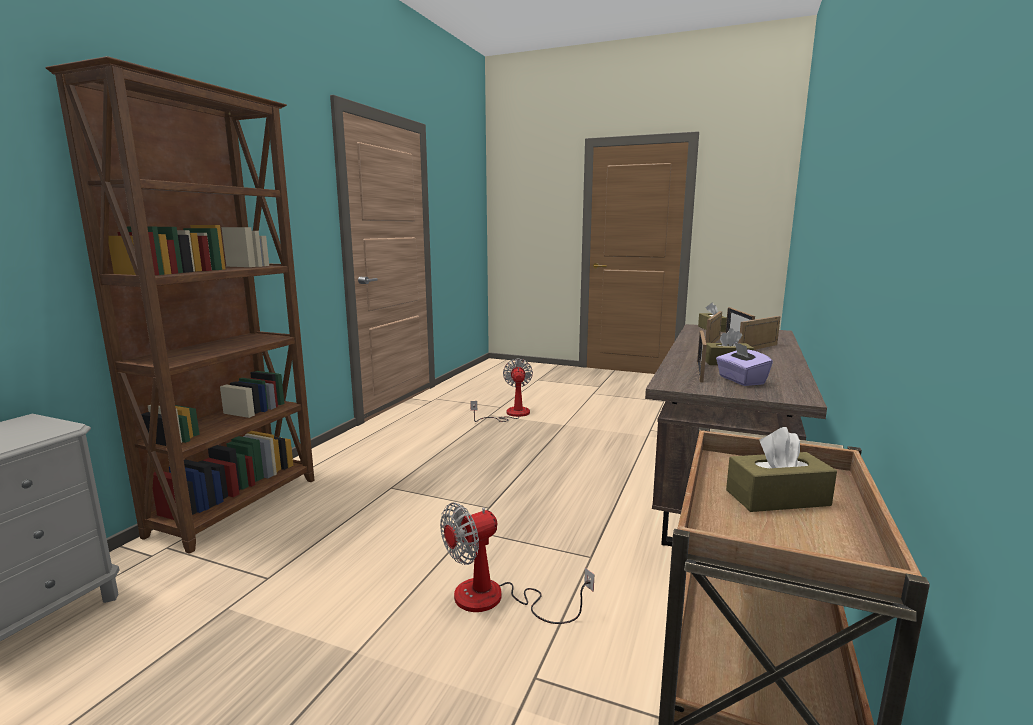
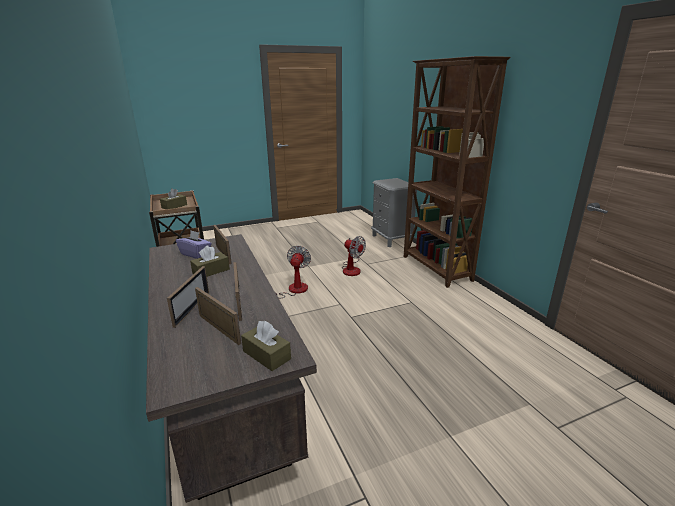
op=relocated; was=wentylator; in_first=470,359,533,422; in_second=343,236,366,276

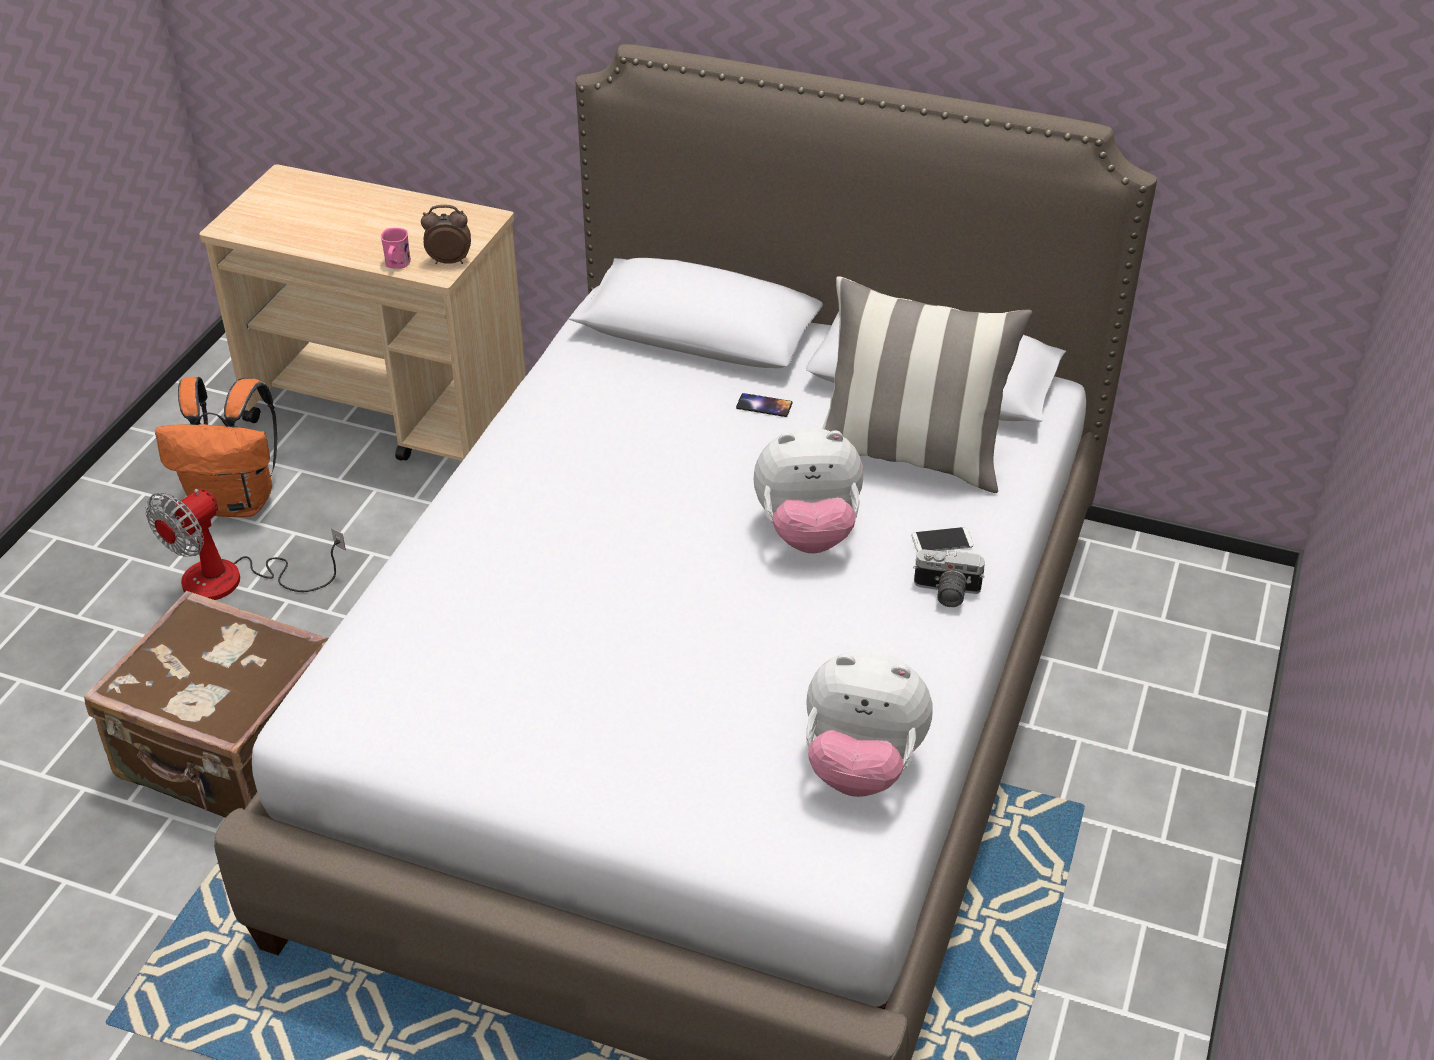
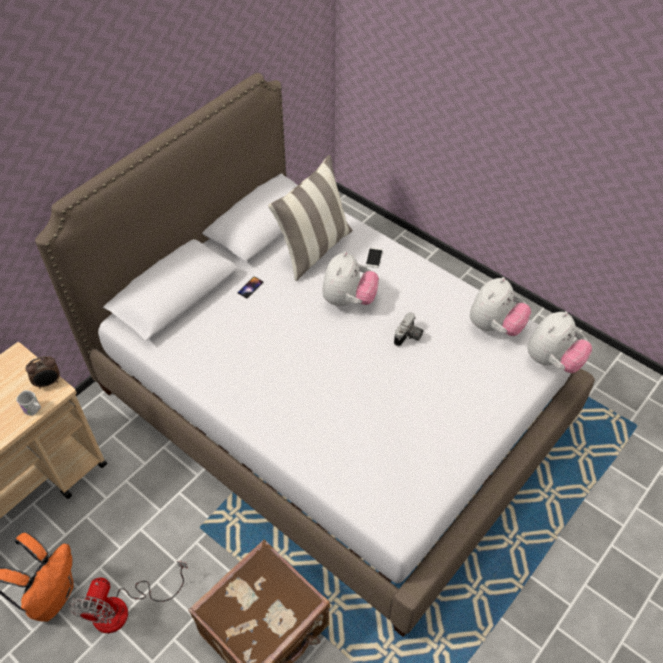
op=spun; was=budzik; in_first=421,205,471,264; in_second=26,356,60,389; clockwise=-135
op=colour; was=kubek [różowy]; now=kubek [biały]; in_first=381,228,411,269; in_second=16,390,41,416
op=spun; was=wentylator; in_first=145,489,346,600; in_second=69,561,188,633; clockwise=45
op=relocated; was=aparat fotograficzny; in_first=913,549,985,607; in_second=394,313,423,346
op=appeared; now=pluszak; in_second=527,311,592,373

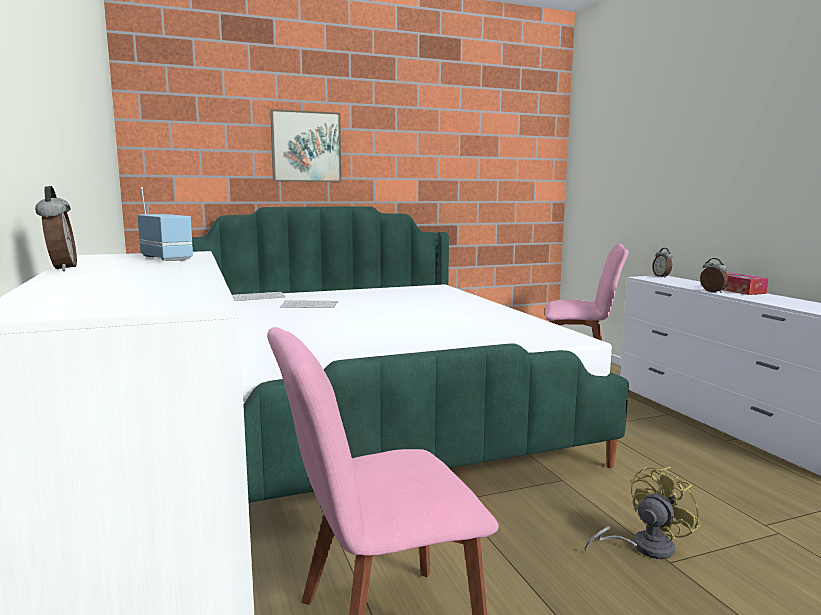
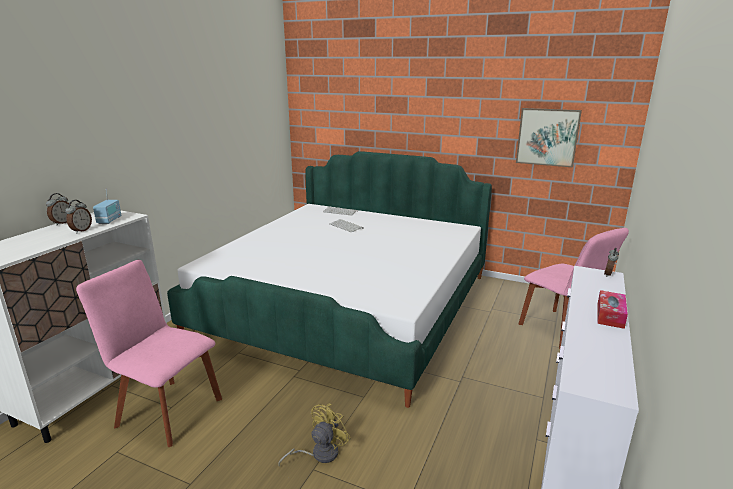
op=relocated; was=obraz; in_first=270,109,341,182; in_second=516,108,582,167
op=relocated; was=budzik; in_first=700,258,728,293; in_second=65,200,92,233
op=spun; was=wentylator [żółty]; in_first=585,467,700,559; in_second=278,404,351,466; clockwise=-60

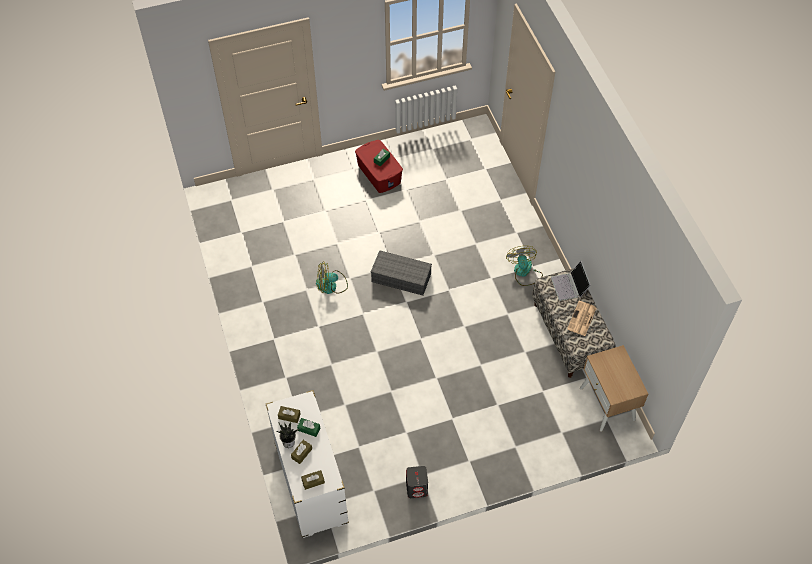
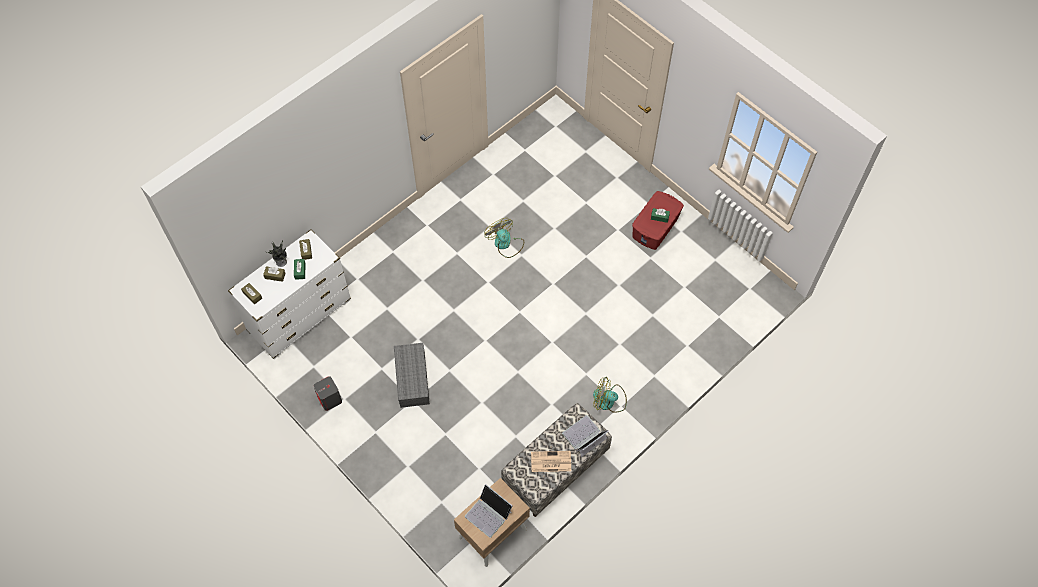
op=spun; was=wentylator; in_first=506,246,543,286; in_second=593,377,627,413; clockwise=-135
op=relocated; was=pojemnik do przechowywania [szary]; in_first=371,250,432,296; in_second=394,343,430,408
op=appeared; now=laptop; in_second=465,484,513,538

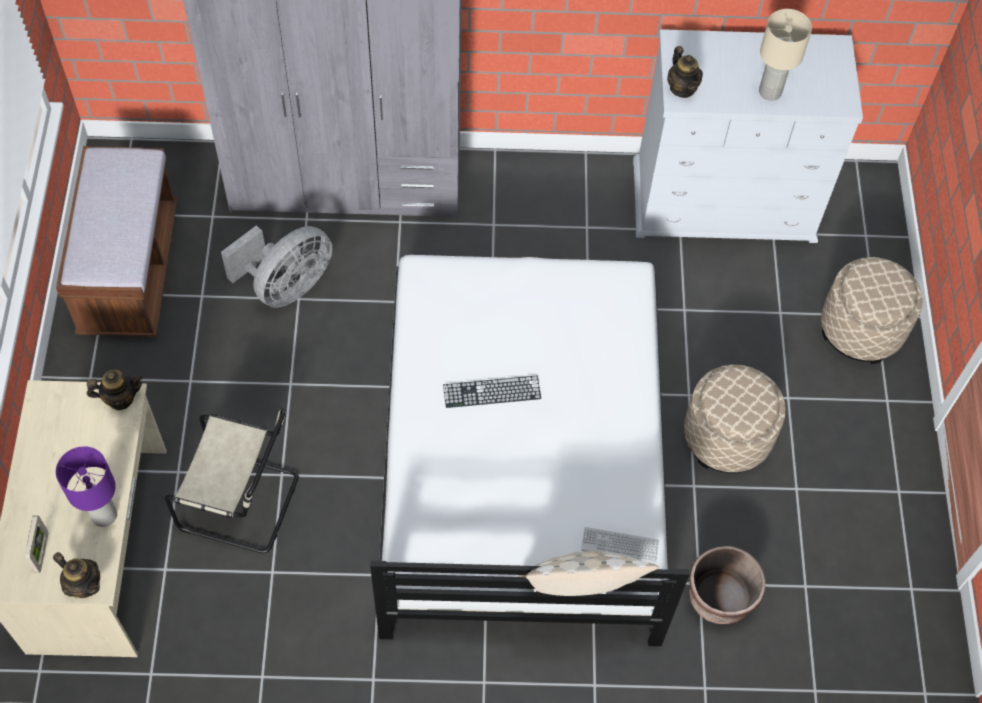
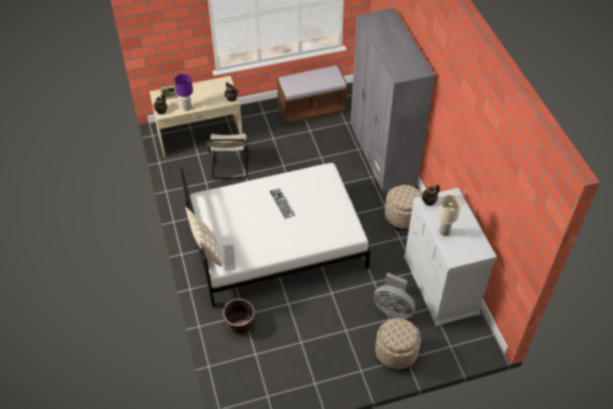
op=relocated; was=wentylator [szary]; in_first=221,225,332,308; in_second=373,273,415,319
op=relocated; was=pufa [beżowy]; in_first=684,365,786,473; in_second=385,185,422,231

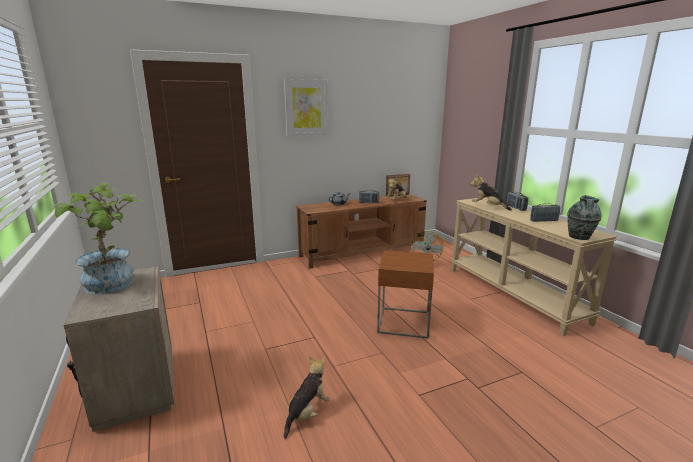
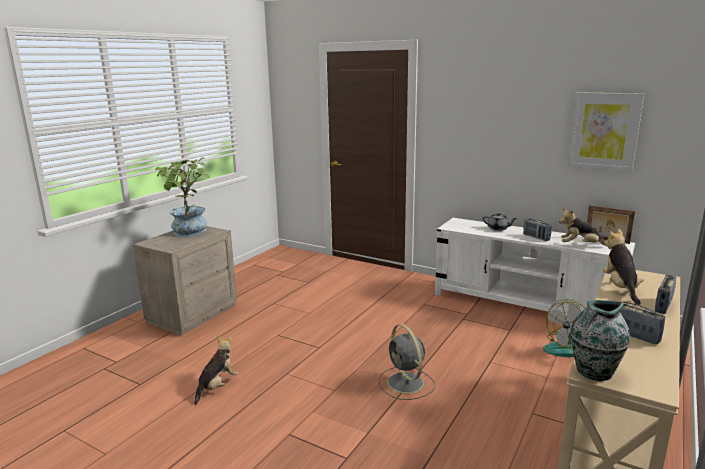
op=relocated; was=obraz; in_first=284,79,328,136; in_second=567,92,644,171
op=colour; was=szafka pod telewizor [brązowy]; now=szafka pod telewizor [biały]; in_first=297,194,427,269; in_second=435,218,635,315
op=exchanged; was=stolik [brązowy]; now=wentylator [szary]; in_first=377,250,434,339; in_second=379,324,435,400
op=spun; was=pluszak; in_first=284,357,330,439; in_second=194,336,238,405; clockwise=-60

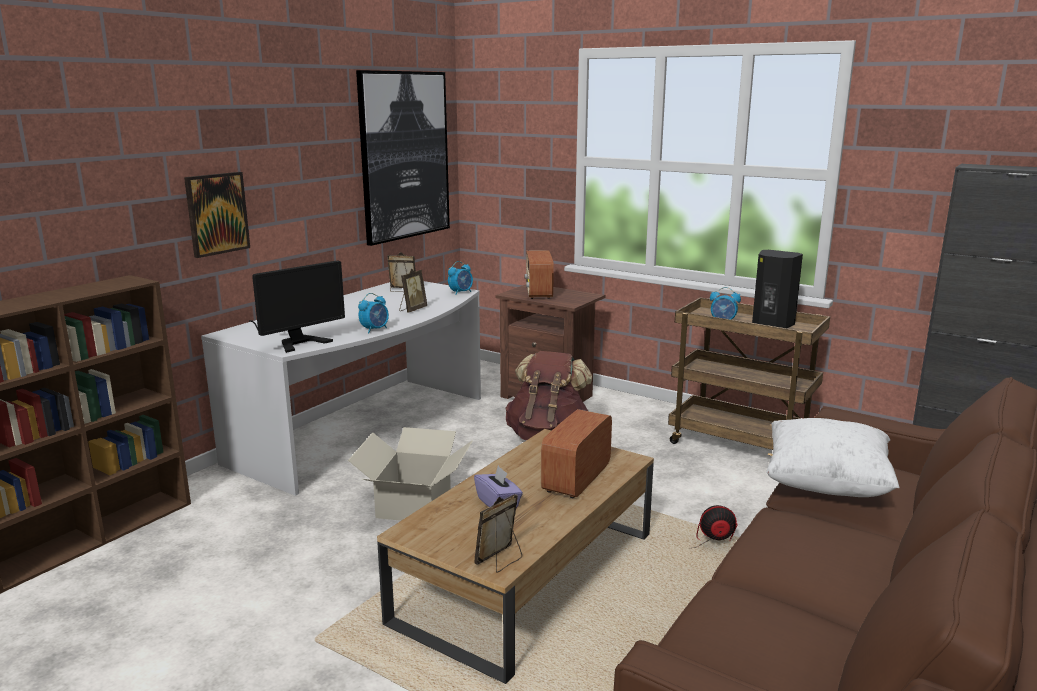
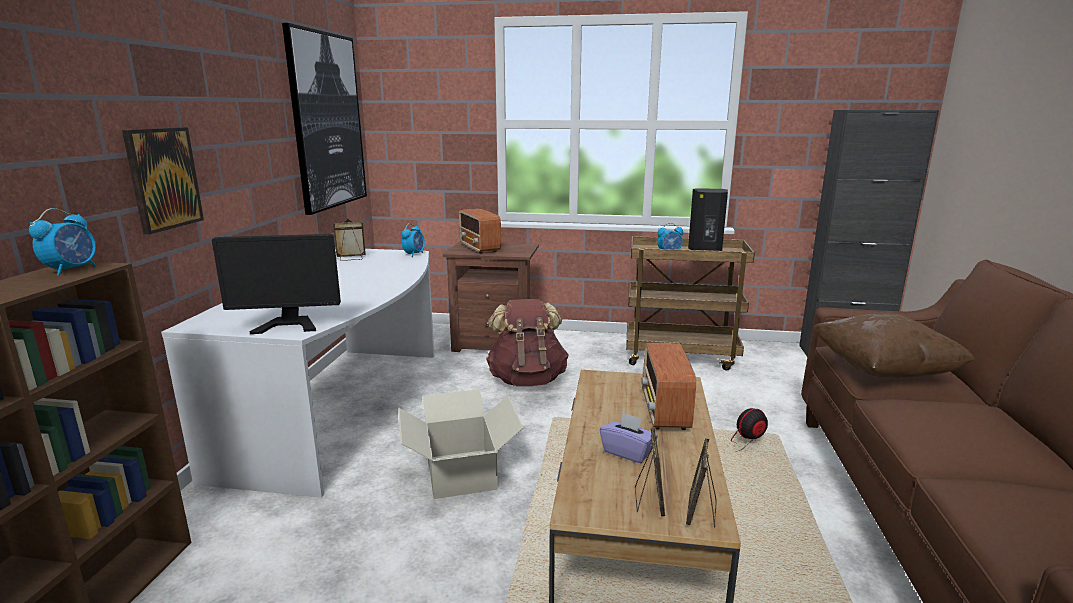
op=spun; was=monitor; in_first=249,261,345,353; in_second=212,234,341,334; clockwise=60
op=relocated; was=ramka na zdjęcie; in_first=399,268,427,313; in_second=635,429,665,516
op=relocated; was=budzik; in_first=358,293,389,333; in_second=29,208,96,276
op=colour; was=poduszka [biały]; now=poduszka [brązowy]; in_first=766,418,900,497; in_second=813,314,976,378

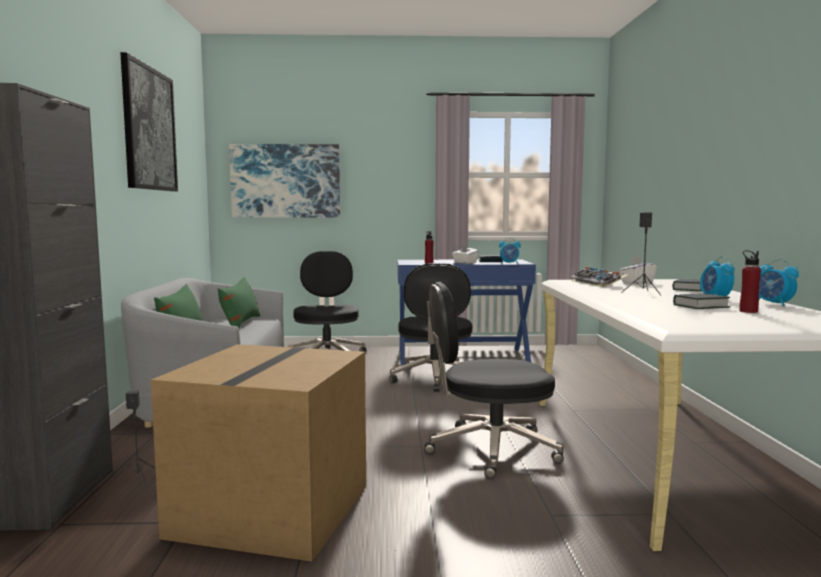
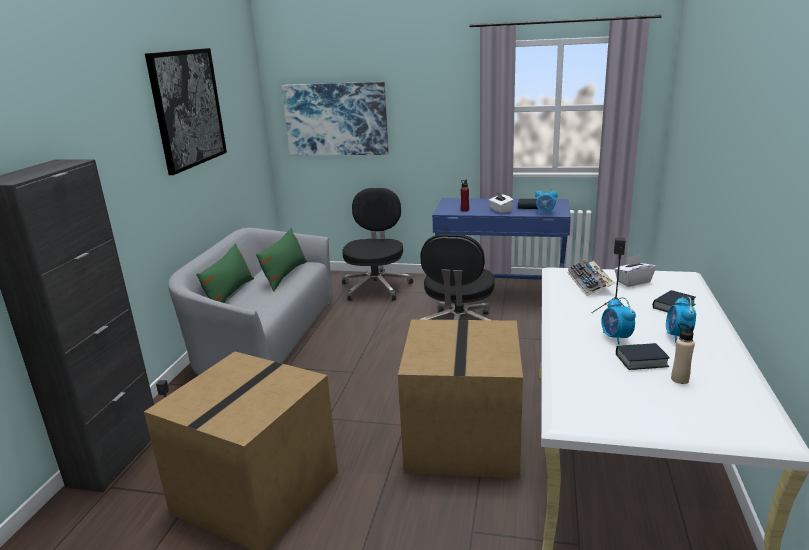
op=colour; was=butelka [czerwony]; now=butelka [beżowy]; in_first=739,250,761,313; in_second=671,323,695,384
op=relocated; was=budzik; in_first=759,259,799,307; in_second=601,297,636,345
op=exchanged; was=krzesło biurowe [czarny]; now=karton; in_first=424,282,564,479; in_second=398,319,523,478

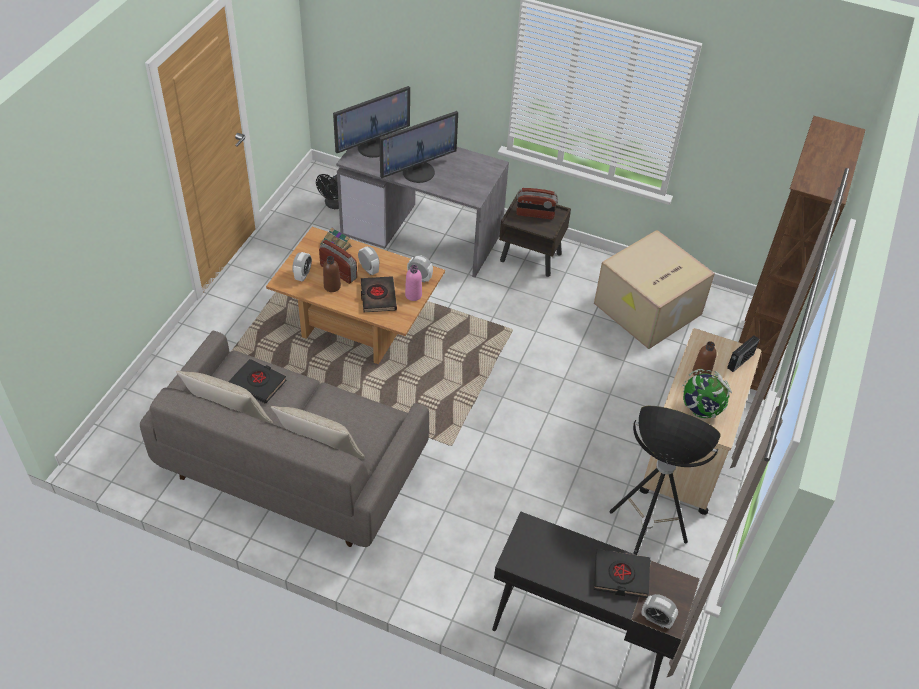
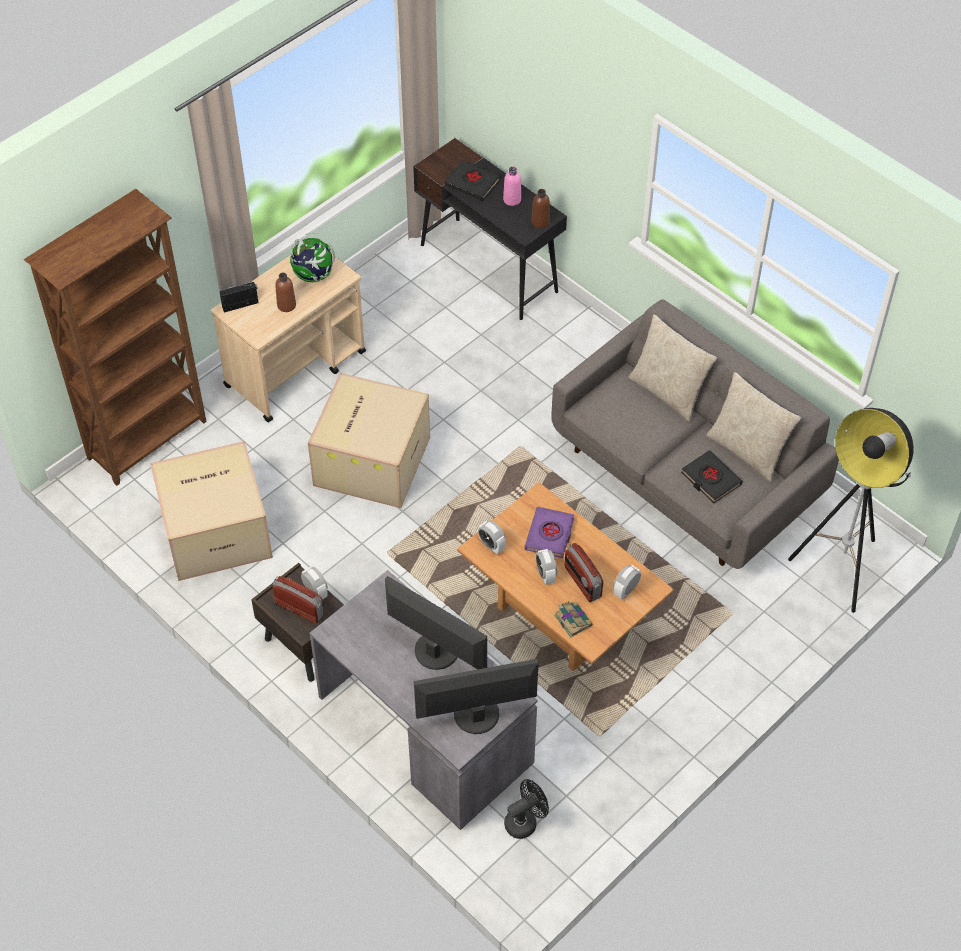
op=spun; was=monitor; in_first=379,111,458,183; in_second=385,576,487,670; clockwise=45
op=relocated; was=butelka [brązowy]; in_first=323,256,341,292; in_second=532,189,550,228
op=relocated; was=butelka [różowy]; in_first=405,265,422,301; in_second=503,167,521,206
op=colour; was=książka [czarny]; now=książka [fioletowy]; in_first=361,276,397,312; in_second=524,507,574,558
op=relocated; was=lampa stojąca; in_first=610,406,721,555; in_second=788,408,913,613
op=relocated; was=budzik; in_first=642,594,678,629; in_second=301,567,328,600
op=appeared; now=karton; in_second=308,373,430,508

